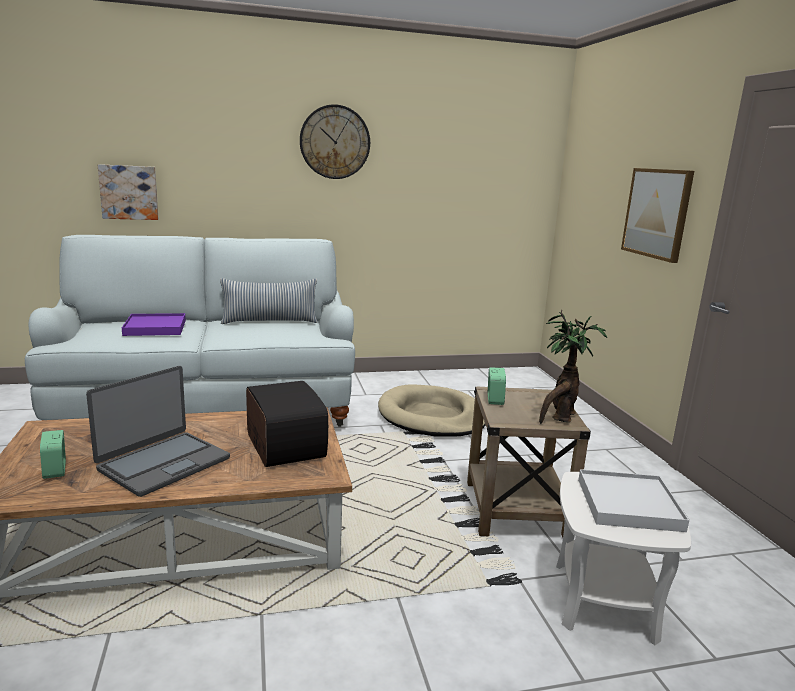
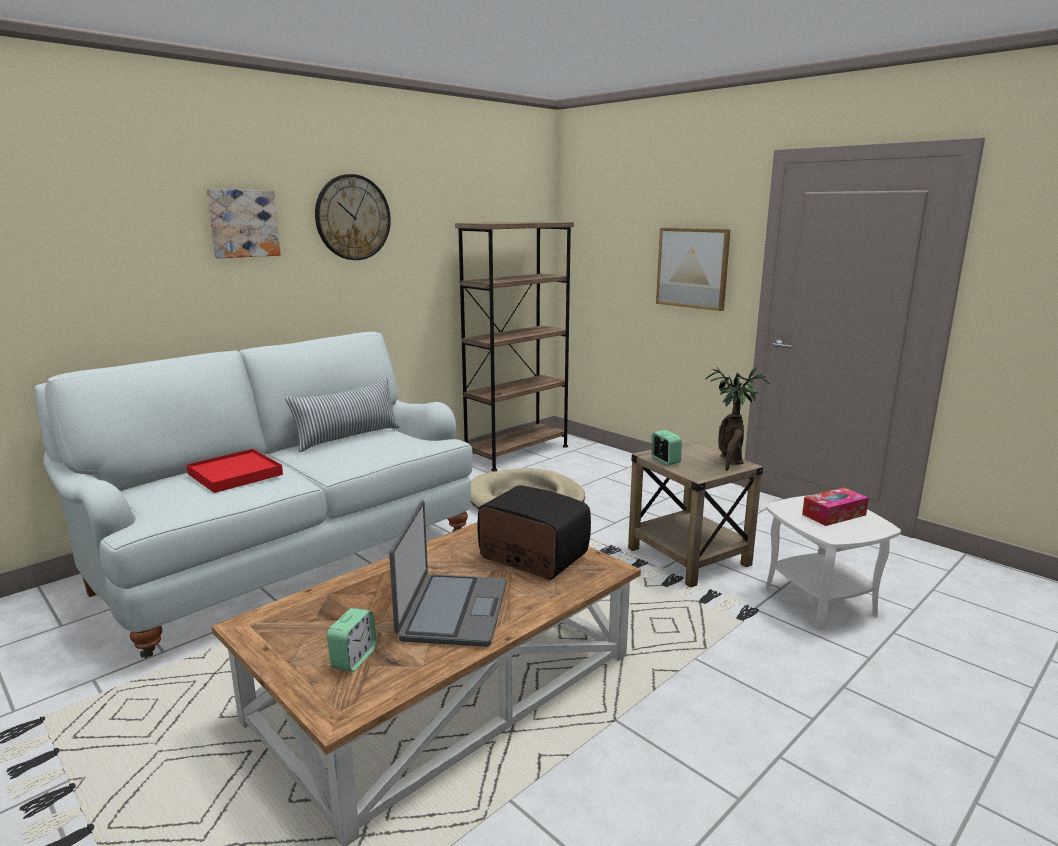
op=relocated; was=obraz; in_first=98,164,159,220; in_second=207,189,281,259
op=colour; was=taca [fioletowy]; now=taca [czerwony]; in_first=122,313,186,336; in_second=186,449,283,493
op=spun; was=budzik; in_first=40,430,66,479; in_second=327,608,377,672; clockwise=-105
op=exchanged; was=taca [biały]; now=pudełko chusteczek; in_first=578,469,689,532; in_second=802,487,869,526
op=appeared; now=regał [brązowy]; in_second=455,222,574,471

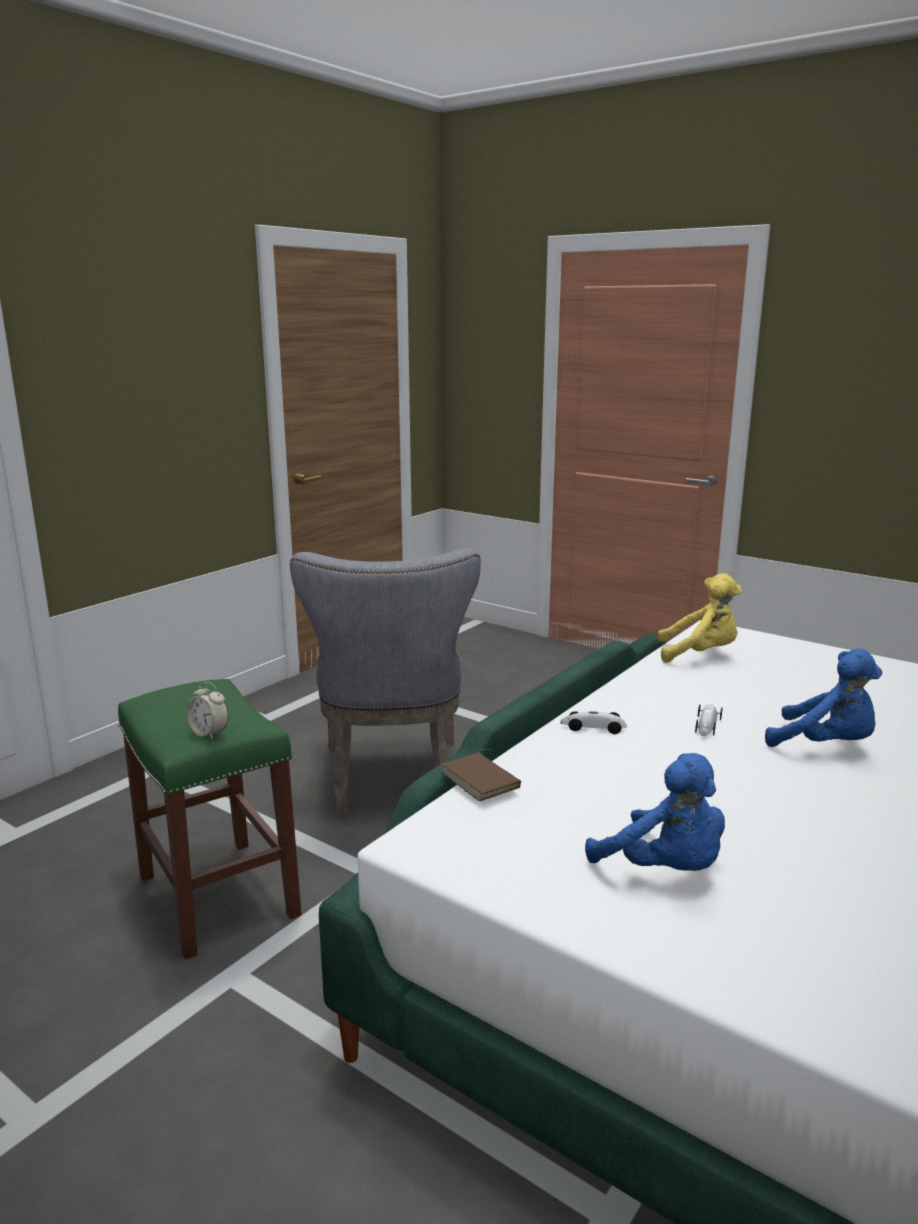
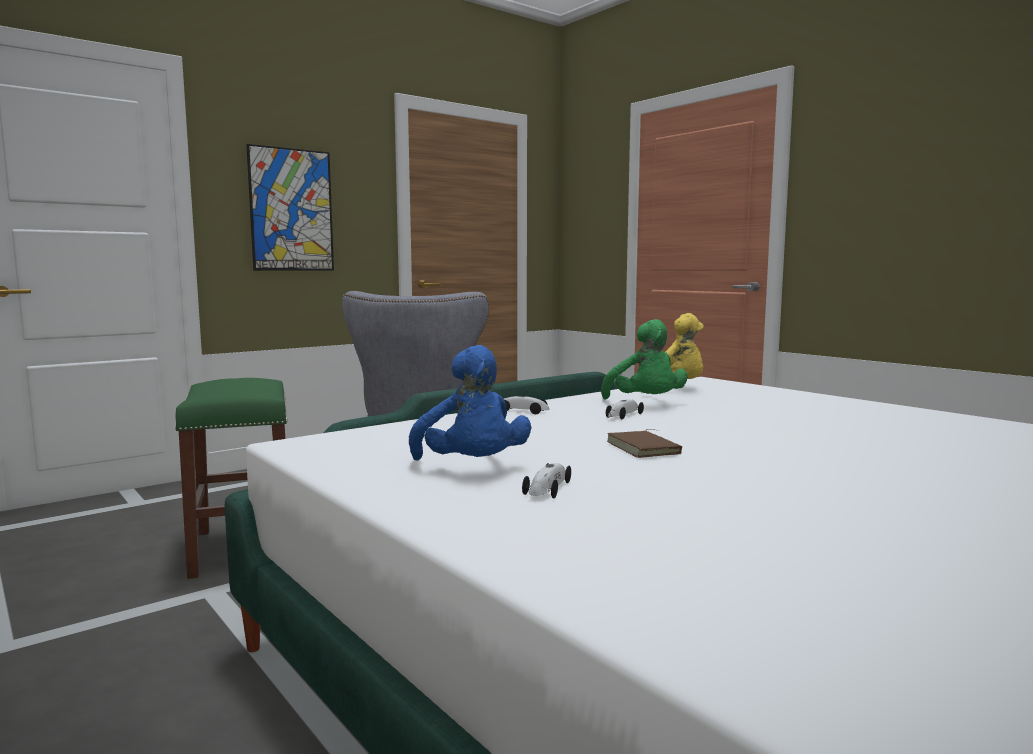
op=missing; was=pluszak [niebieski]; in_first=765,649,882,747
op=missing; was=budzik; in_first=186,682,229,740
op=relocated; was=książka [brązowy]; in_first=441,749,521,801; in_second=607,429,682,458
op=appeared; now=obraz; in_second=246,144,334,271
op=appeared; now=pluszak [zielony]; in_second=601,319,688,399
op=appeared; now=samochodzik; in_second=522,463,571,498

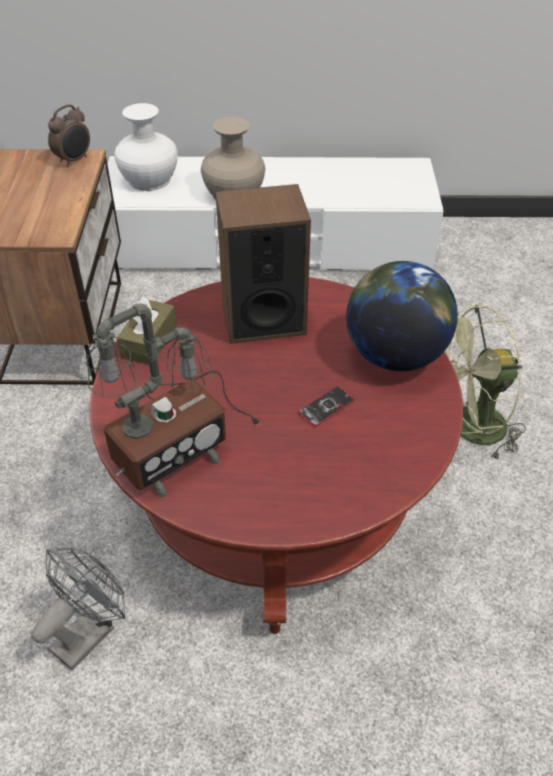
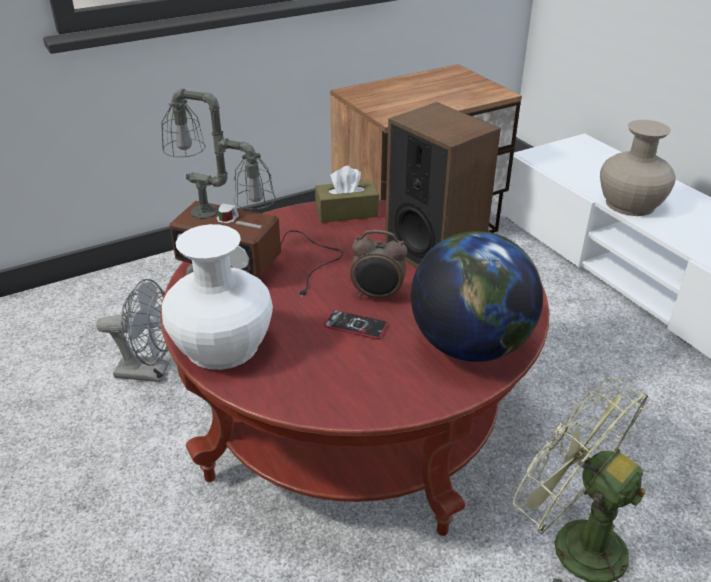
op=relocated; was=wazon [biały]; in_first=114,103,178,191; in_second=162,224,273,370
op=relocated; was=budzik; in_first=48,104,90,167; in_second=350,230,407,301

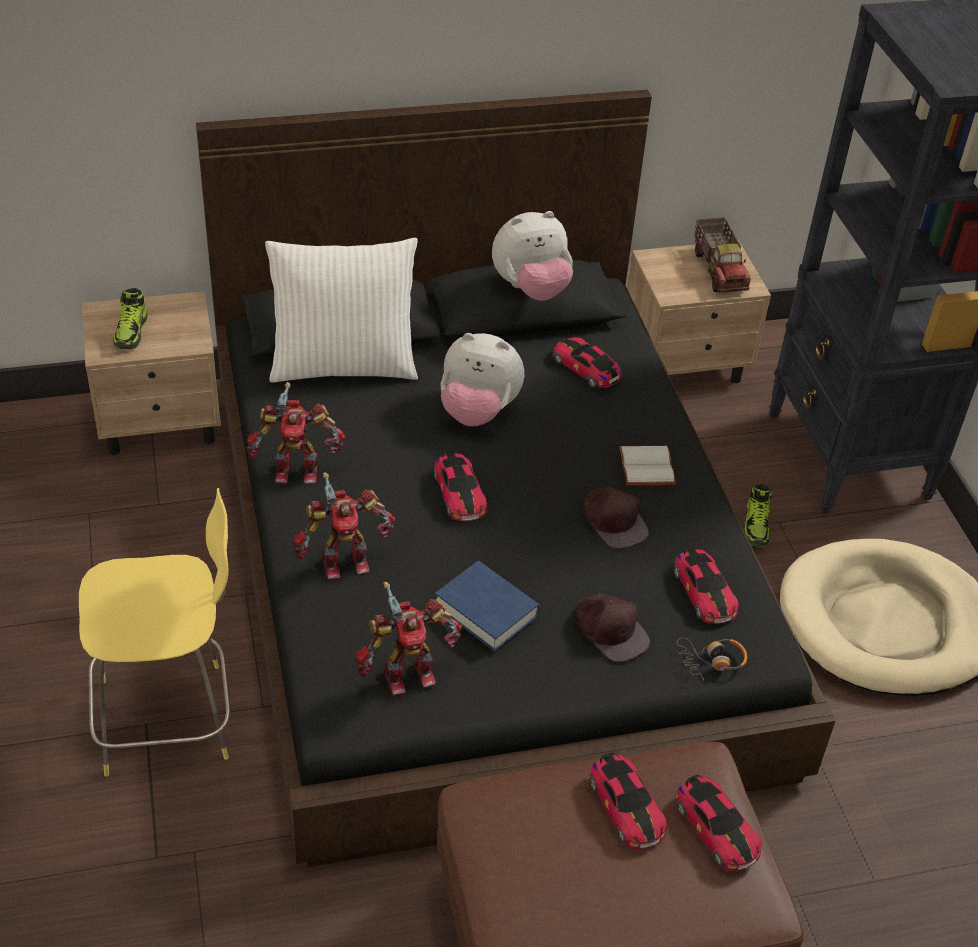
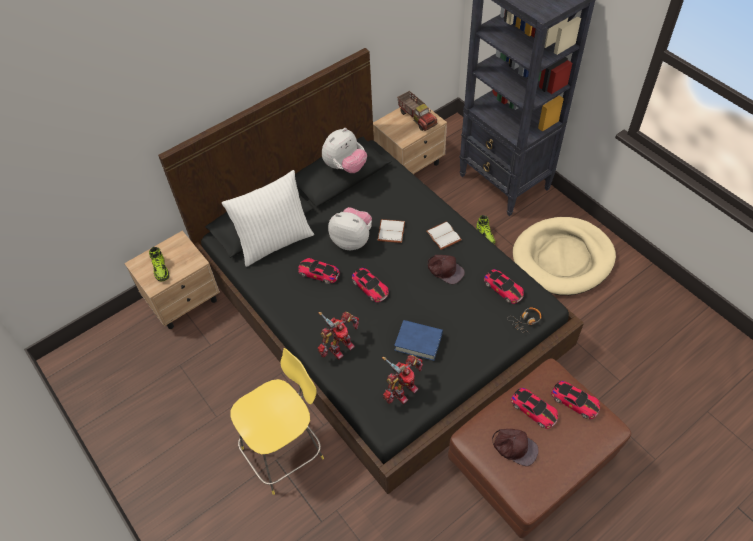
op=spun; was=pluszak; in_first=441,333,524,427; in_second=328,207,372,250; clockwise=-150
op=relocated; was=samochodzik; in_first=552,337,622,388; in_second=298,258,340,284
op=missing; was=robot zabawkowy; in_first=247,382,346,484
op=relocated; was=czapka z daszkiem [brązowy]; in_first=576,593,650,662; in_second=492,429,539,466
op=appeared; now=książka [biały]; in_second=377,219,405,243

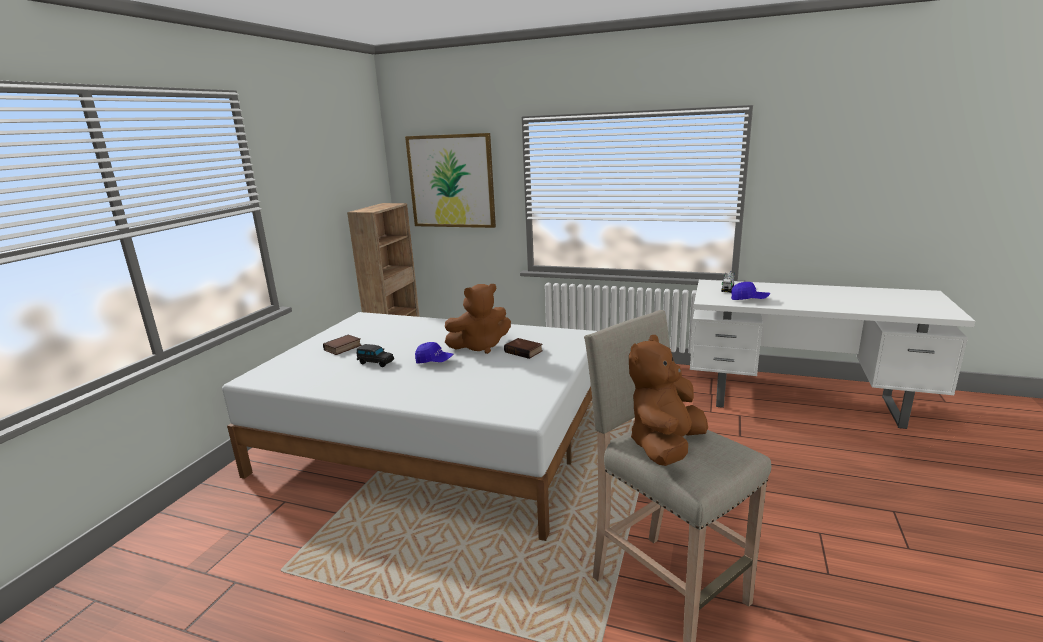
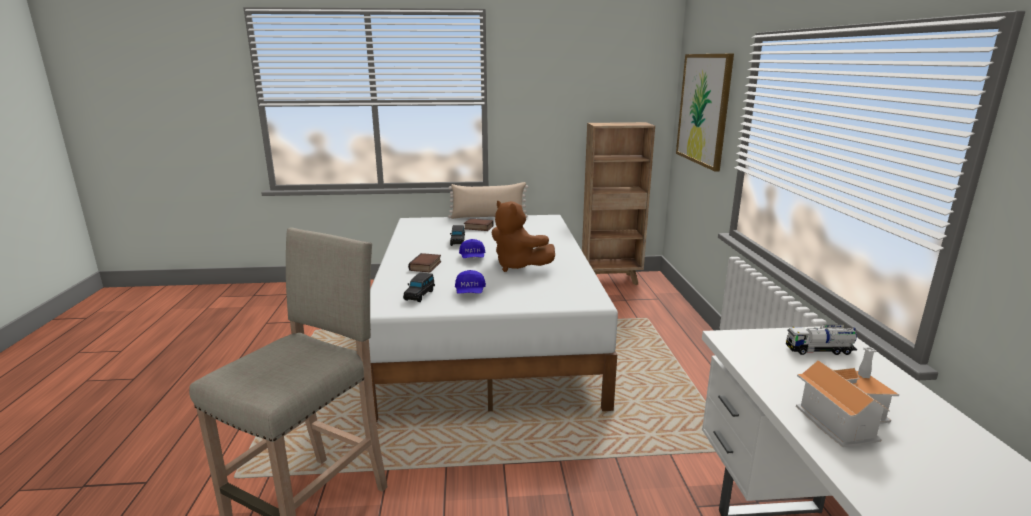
op=relocated; was=czapka z daszkiem [niebieski]; in_first=731,282,770,300; in_second=455,270,486,294
op=missing; was=pluszak [brązowy]; in_first=629,335,708,466
op=relocated; was=książka; in_first=504,338,543,359; in_second=408,253,441,273
op=appeared; now=poduszka [beżowy]; in_second=448,182,528,219
op=appeared; now=samochodzik [czarny]; in_second=403,272,435,302
op=appeared; now=domek; in_second=796,347,899,447

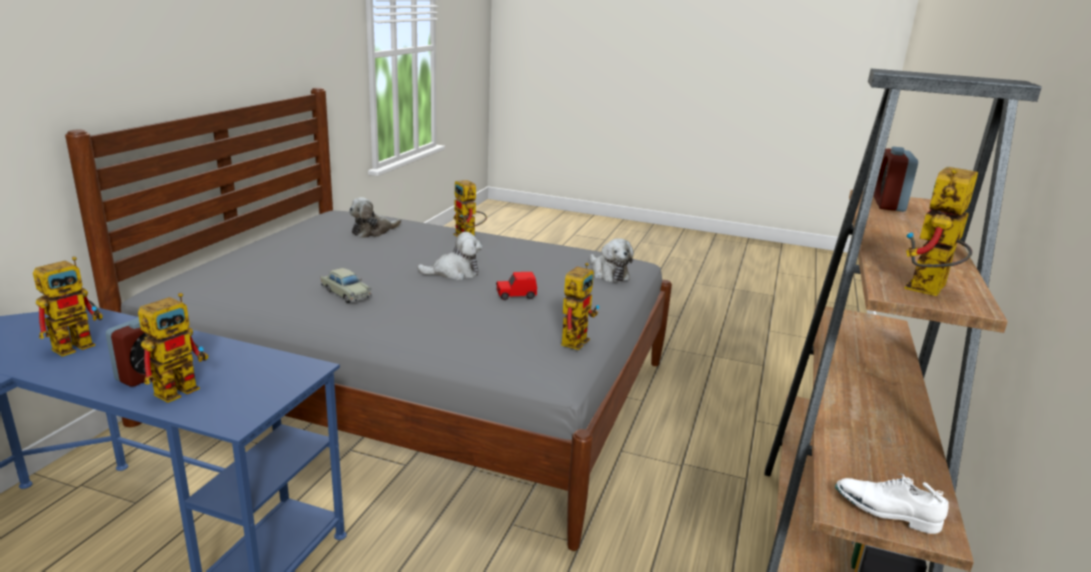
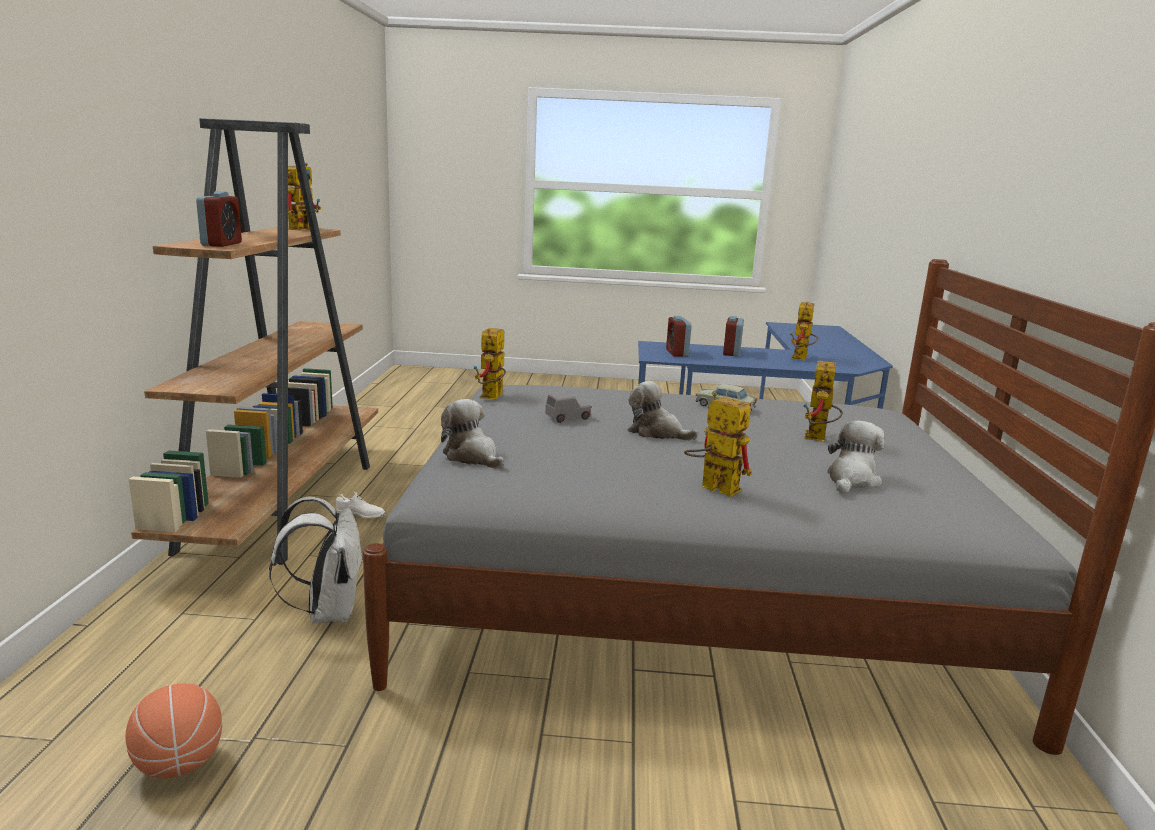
op=spun; was=pluszak; in_first=417,232,483,280; in_second=627,381,698,440; clockwise=60
op=colour; was=samochodzik [czerwony]; now=samochodzik [szary]; in_first=496,272,537,300; in_second=545,392,592,423
op=relocated; was=robot zabawkowy; in_first=138,293,208,403; in_second=803,361,843,441
op=relocated; was=but [biały]; in_first=835,473,949,534; in_second=336,492,386,518
op=appeared; now=budzik; in_second=666,316,692,357
op=appeared; now=plecak [biały]; in_second=269,497,363,623
op=appeared; now=piłka do koszykówki; in_second=126,683,222,778

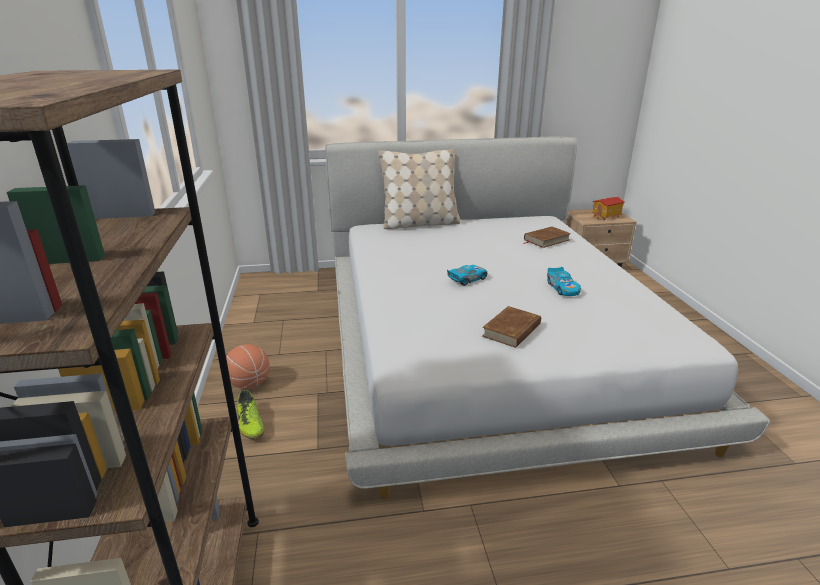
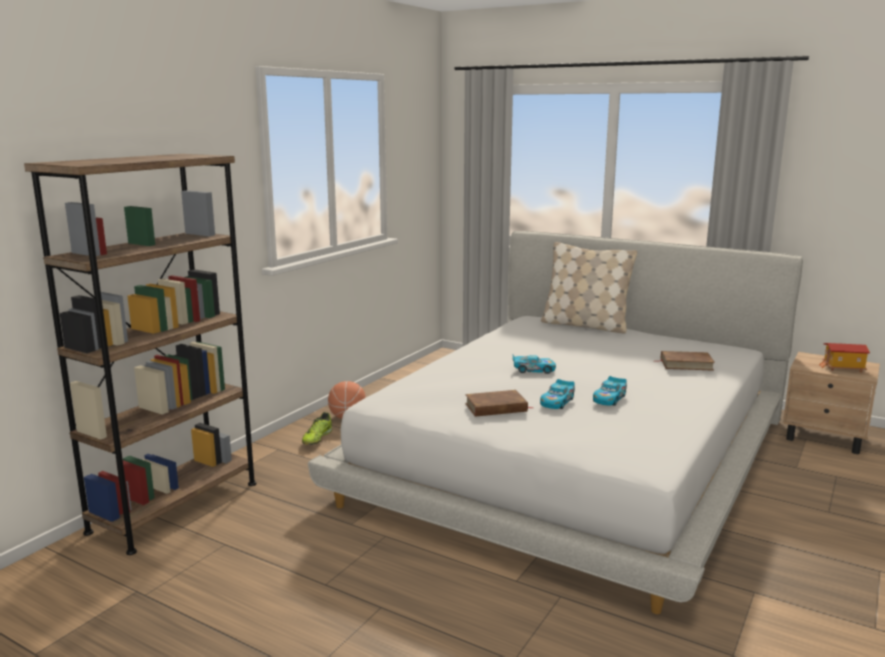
op=appeared; now=samochodzik; in_second=540,379,575,409

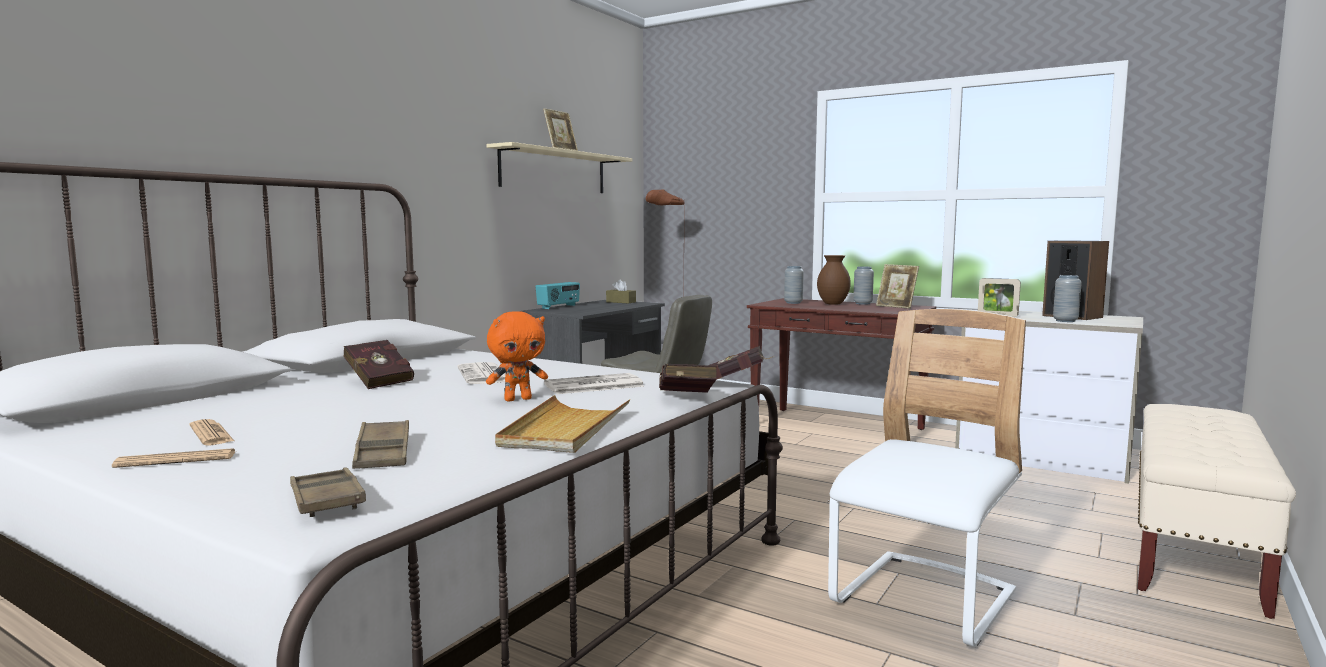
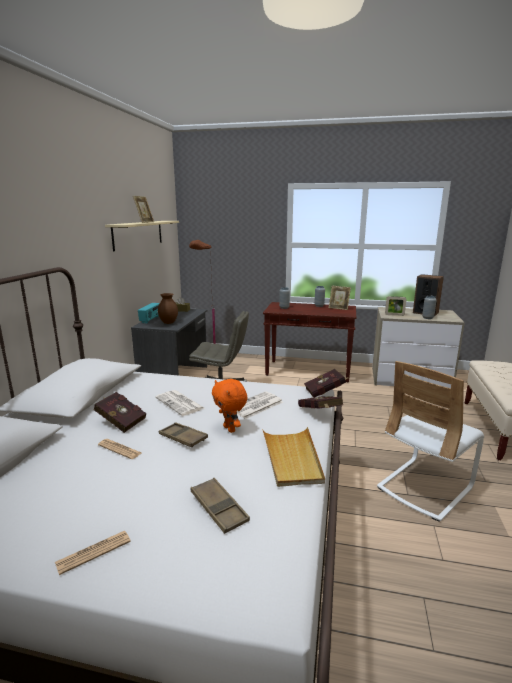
op=relocated; was=wazon [brązowy]; in_first=817,255,851,305; in_second=158,293,178,324
op=spun; was=krzesło [biały]; in_first=828,309,1026,647; in_second=377,361,484,522; clockwise=-150
op=spun; was=pluszak [pomarańczowy]; in_first=486,311,548,401; in_second=212,379,247,433; clockwise=105
op=relocated; was=gazeta; in_first=190,419,234,445; in_second=98,439,141,459
op=relocated; was=taca [brązowy]; in_first=290,467,366,517; in_second=159,422,208,447

